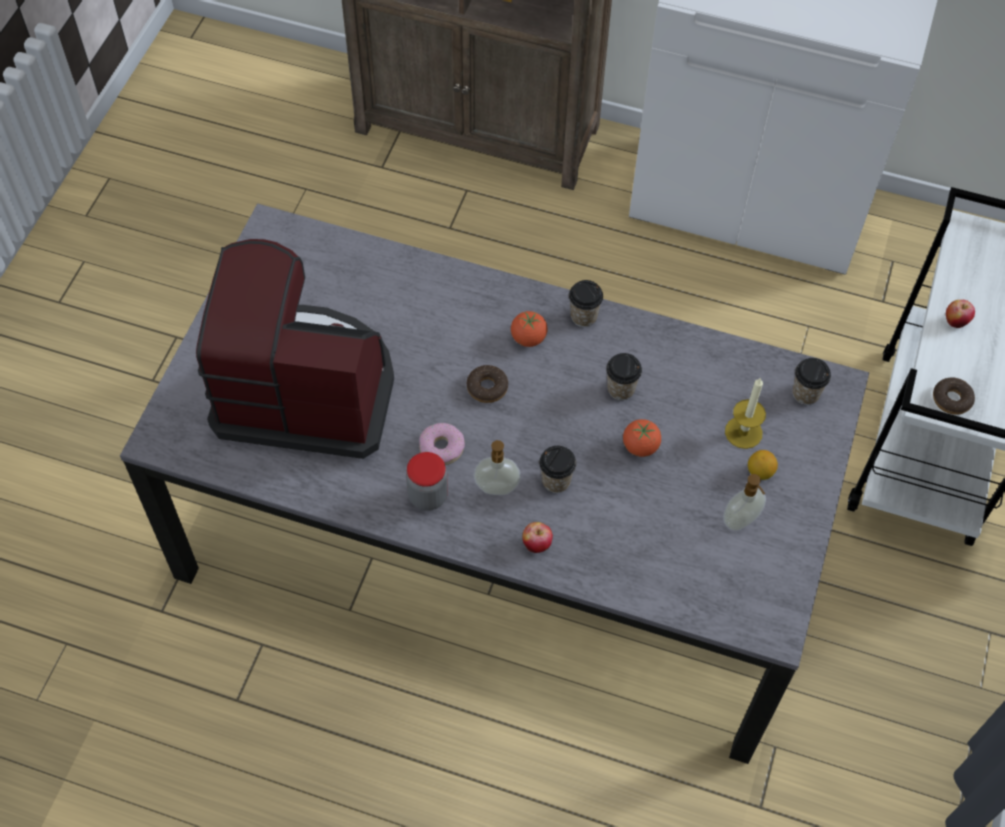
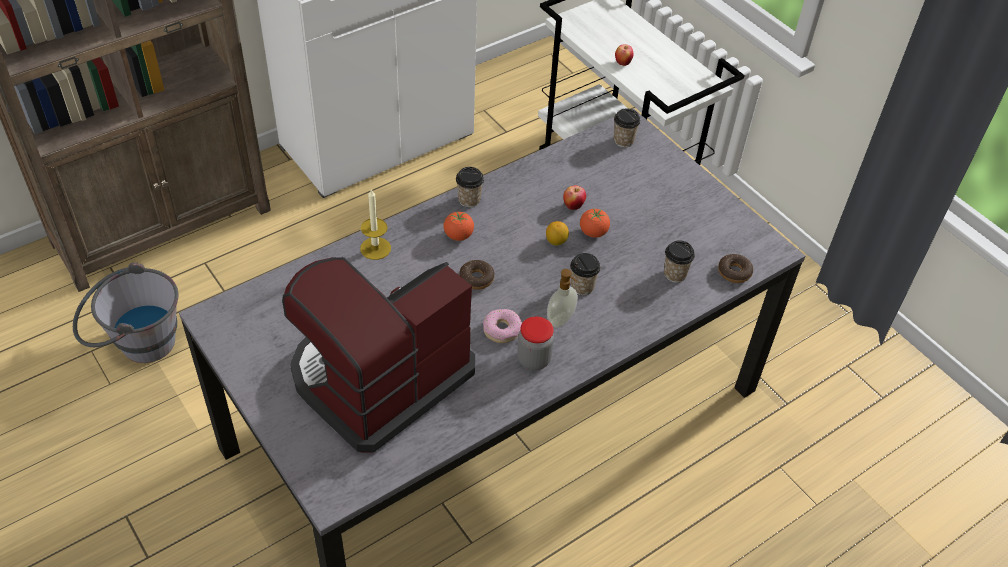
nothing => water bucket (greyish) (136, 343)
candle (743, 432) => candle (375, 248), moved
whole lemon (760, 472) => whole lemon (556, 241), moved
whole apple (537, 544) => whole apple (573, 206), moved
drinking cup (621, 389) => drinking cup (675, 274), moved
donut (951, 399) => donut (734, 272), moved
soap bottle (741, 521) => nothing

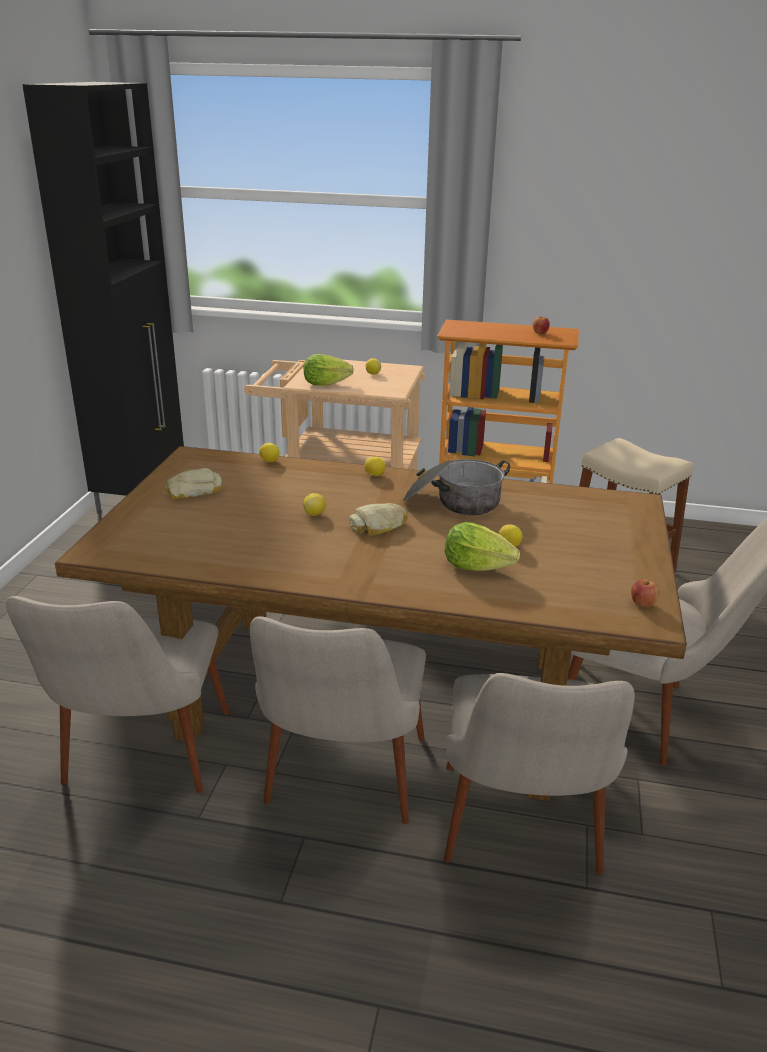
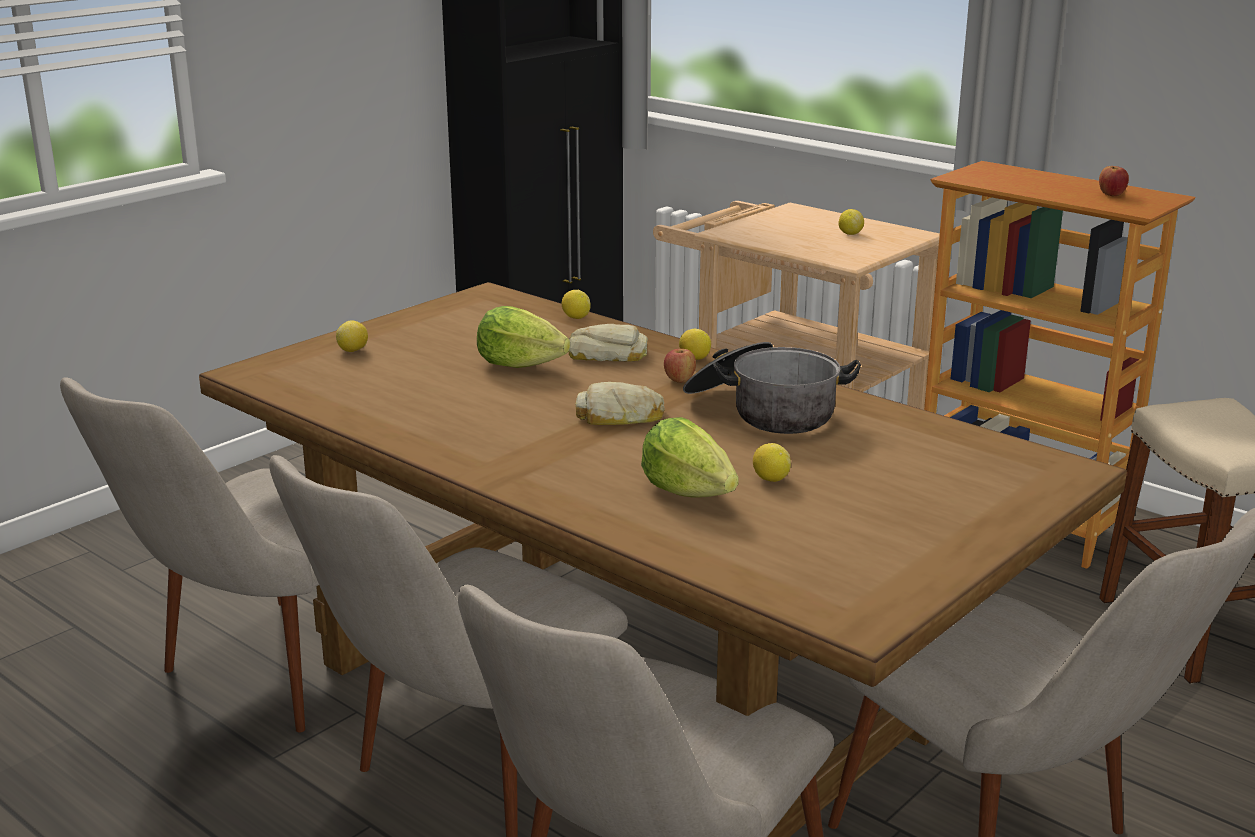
whole lemon (315, 514) => whole lemon (353, 350), moved
head of lettuce (325, 384) => head of lettuce (519, 365), moved
bread (193, 490) => bread (607, 354), moved
whole apple (642, 604) => whole apple (679, 380), moved

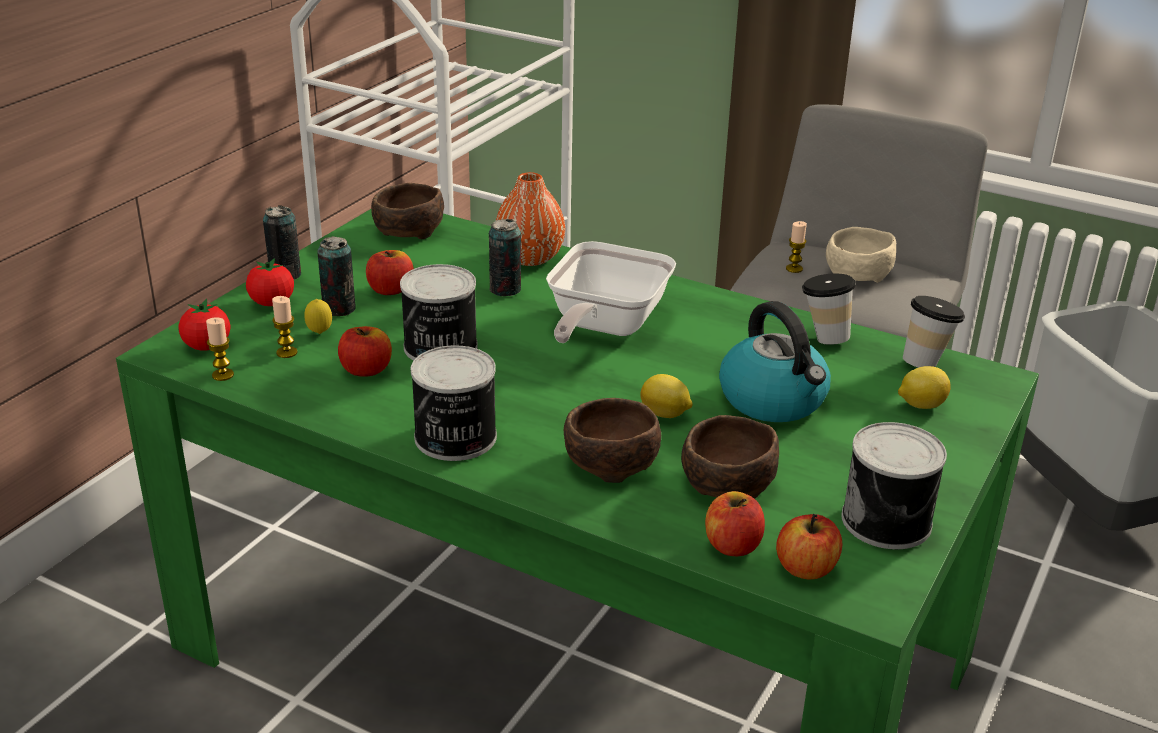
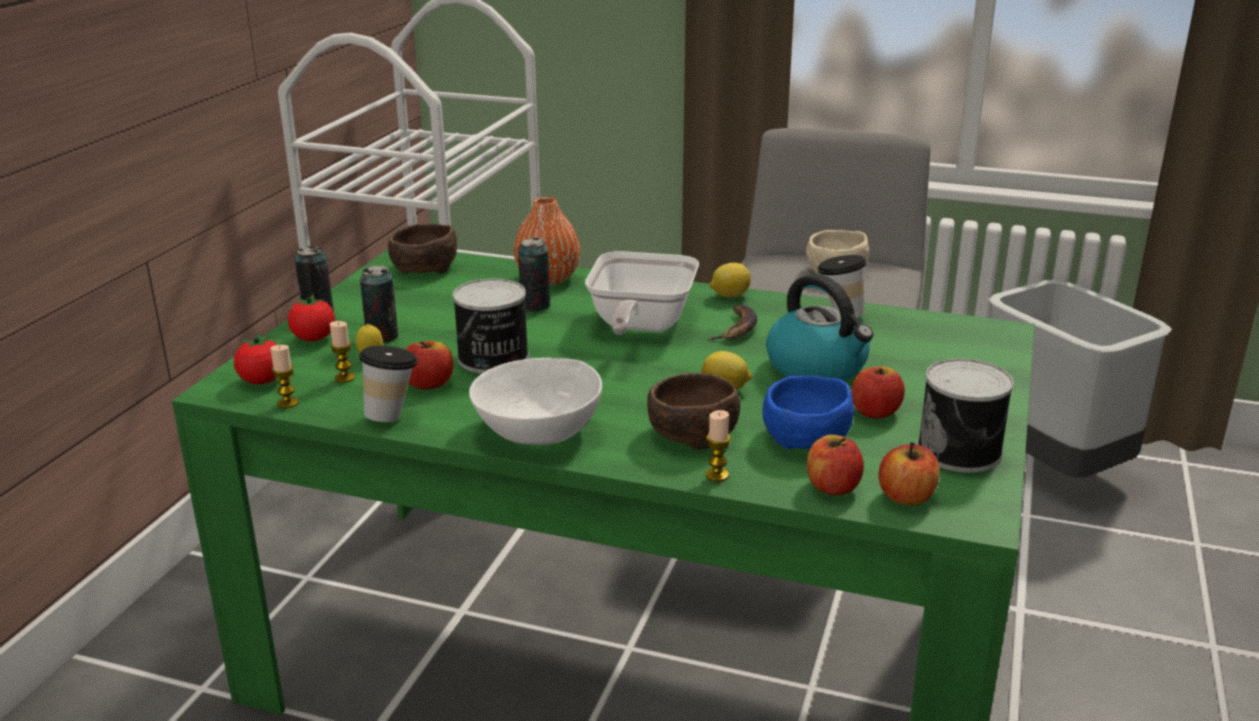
drinking cup (926, 362) => drinking cup (392, 415), moved
sealed can (455, 438) => serving bowl (white) (537, 430)
candle (794, 269) => candle (717, 475), moved
nothing => whole banana (735, 328)
whole lemon (920, 405) => whole lemon (729, 296), moved
serving bowl (brown) (725, 483) => serving bowl (bluish) (804, 438)
whole apple (390, 290) => whole apple (875, 412), moved

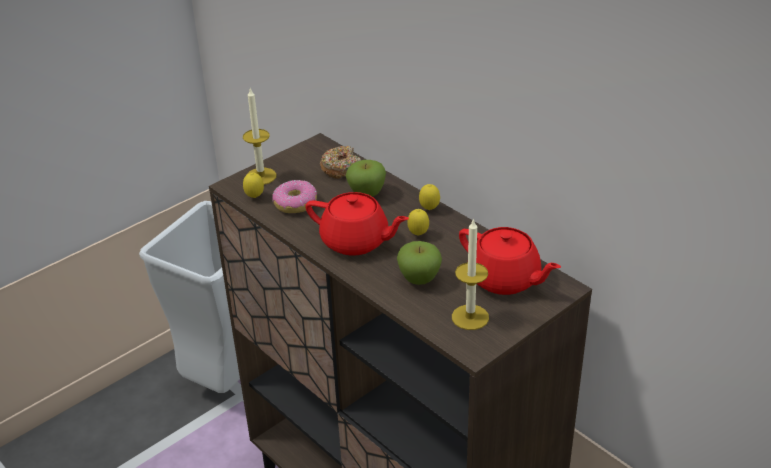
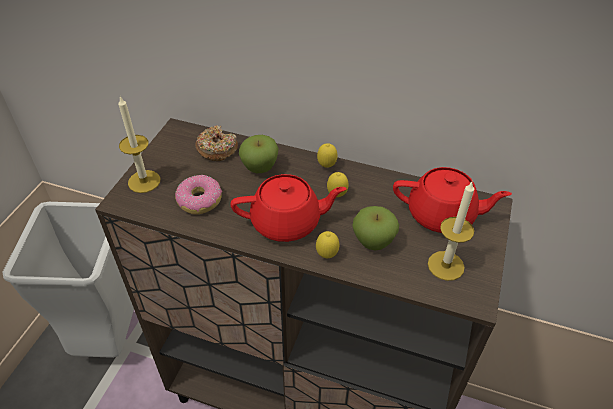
whole lemon (254, 197) => whole lemon (326, 255), moved

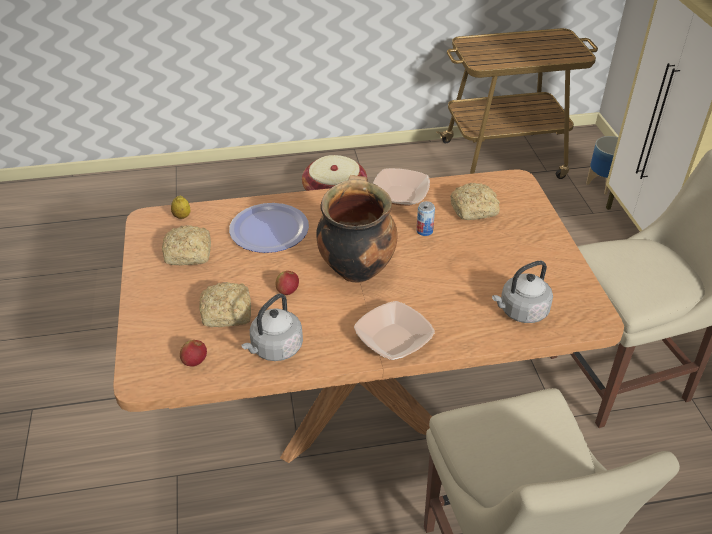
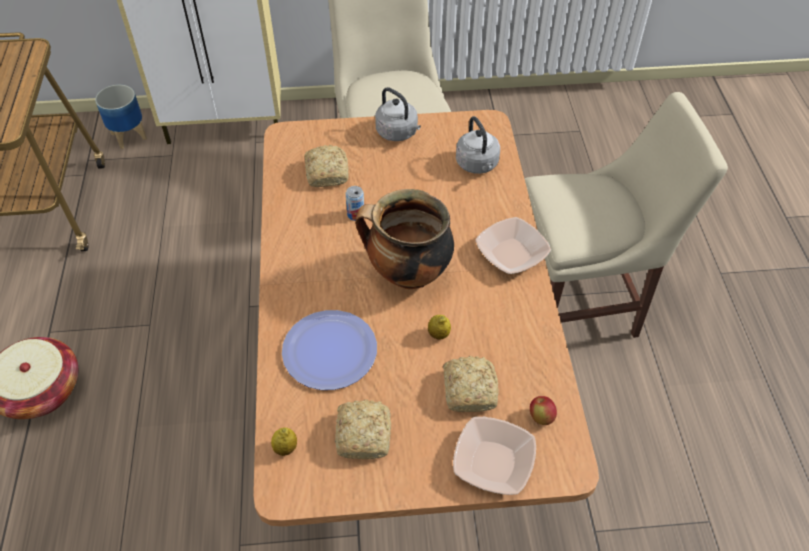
water kettle (greyish) (275, 349) => water kettle (greyish) (398, 133), moved
whole apple (287, 291) => whole lemon (438, 334)
serving bowl (400, 195) => serving bowl (493, 462), moved

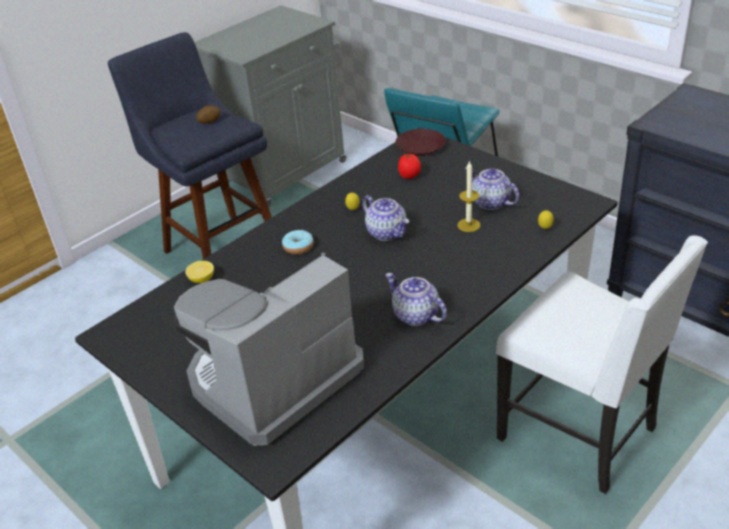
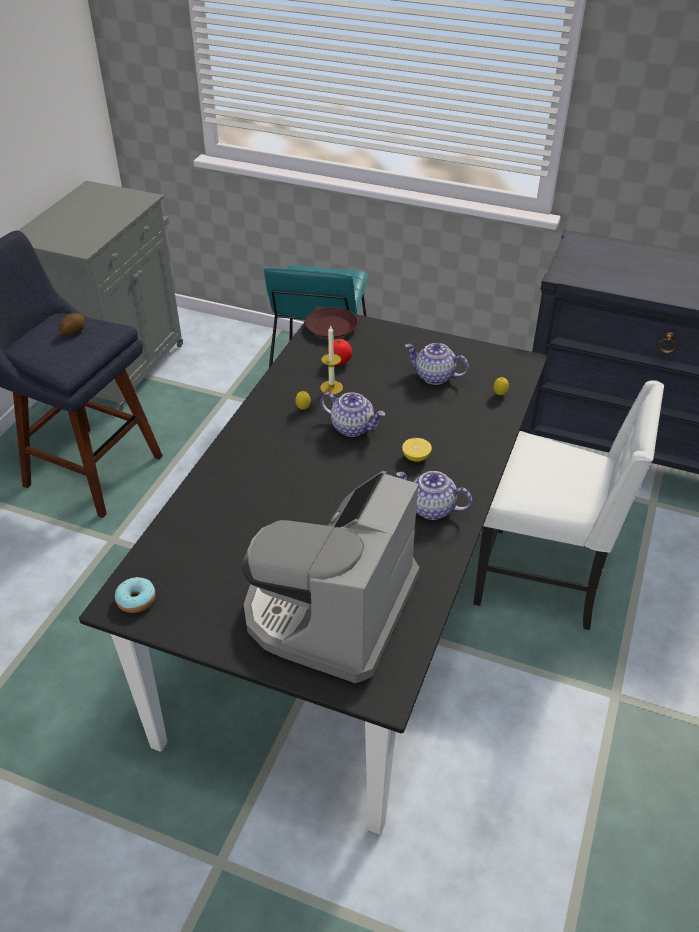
donut (298, 247) => donut (136, 600), moved
candle (468, 225) => candle (331, 387), moved
whole lemon (202, 279) => whole lemon (416, 457), moved

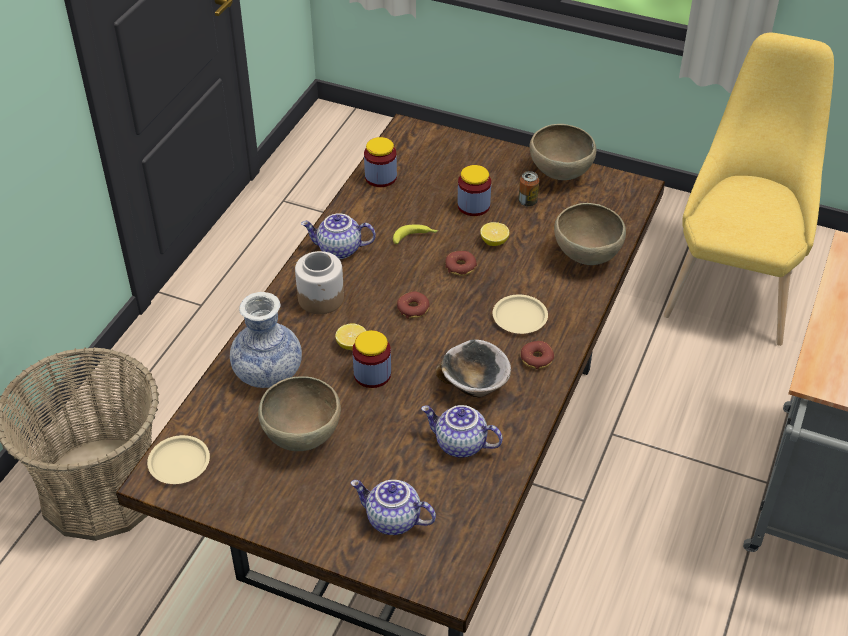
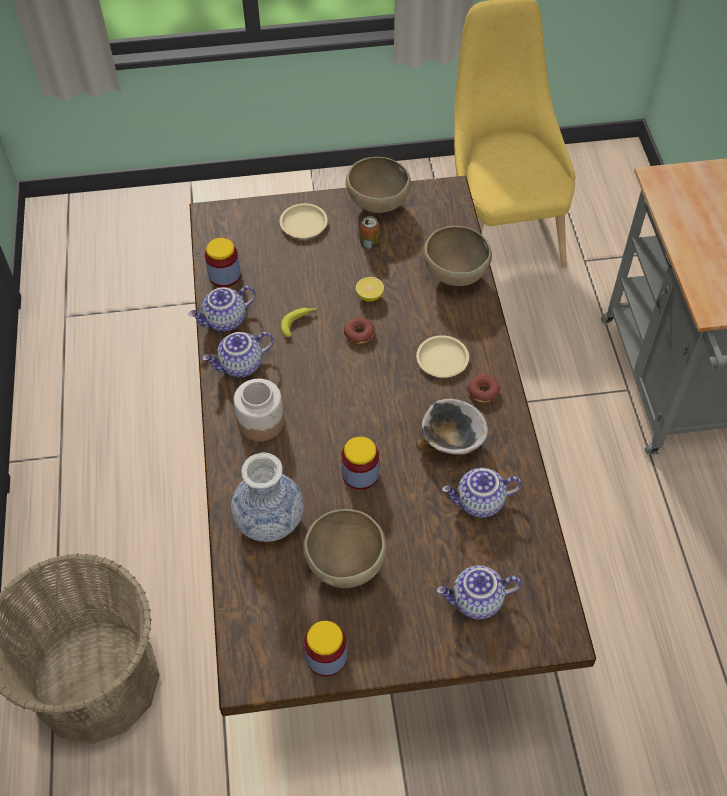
nothing => teapot (225, 321)
flat dish (beige) (179, 463) => flat dish (beige) (304, 224), moved
storage jar (473, 206) => storage jar (326, 657), moved
whole lemon (352, 345) => nothing
donut (413, 309) => nothing

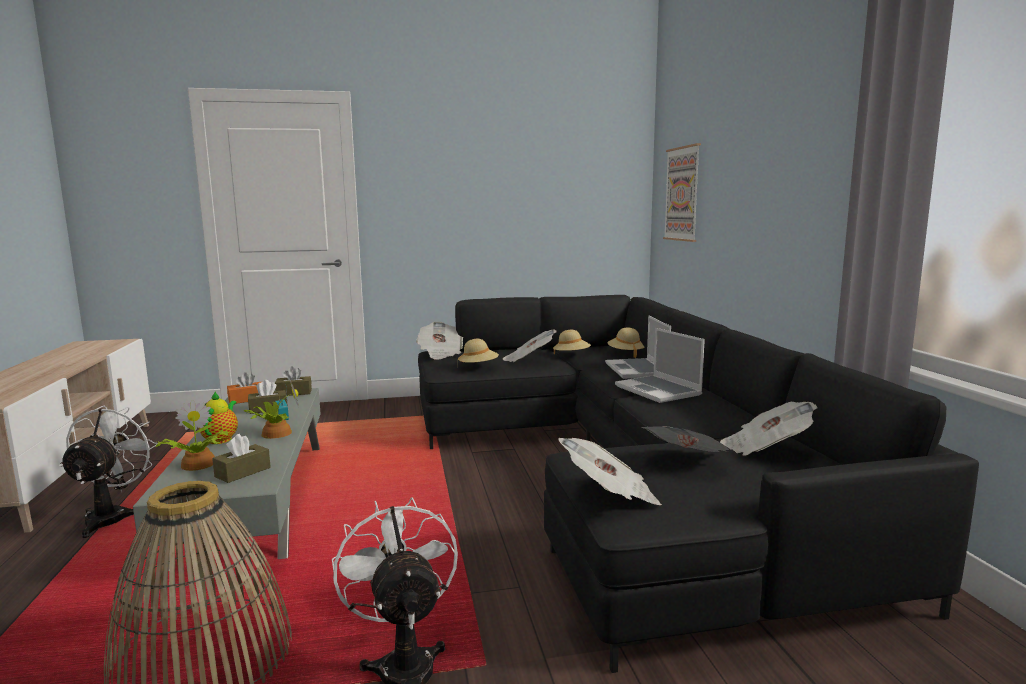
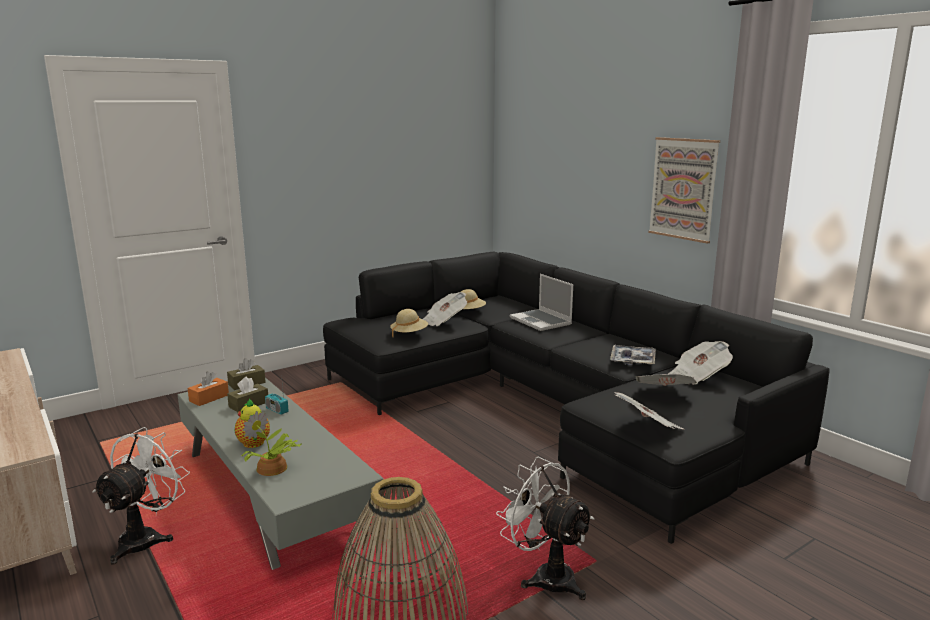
fan (white) (112, 516) => fan (white) (146, 538), 45 degrees clockwise
nothing => carrying tray (632, 360)
wall picture (682, 194) => wall picture (683, 189), moved
tissue box (brown) (243, 472) => nothing
houseplant (274, 433) => nothing
daily paper (440, 353) => nothing
hat (beige) (626, 353) => nothing
notebook computer (659, 391) => nothing

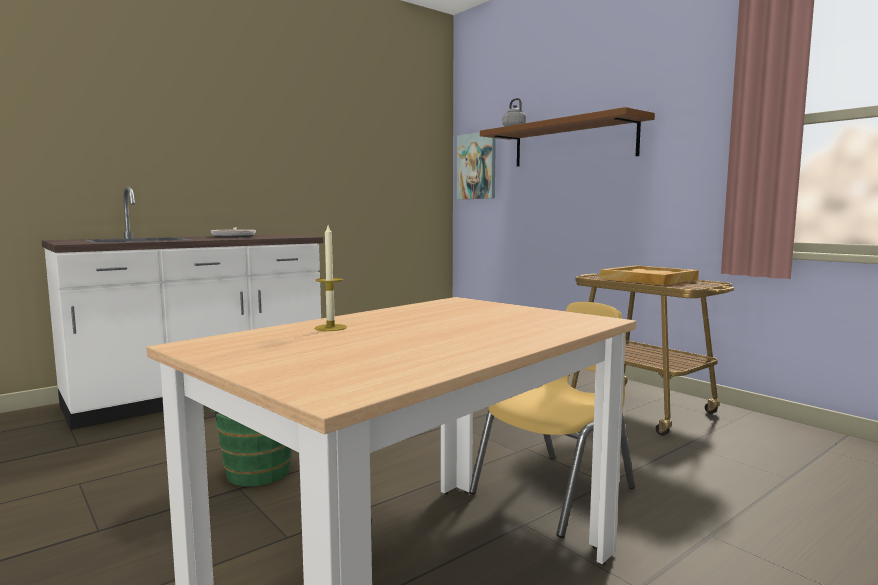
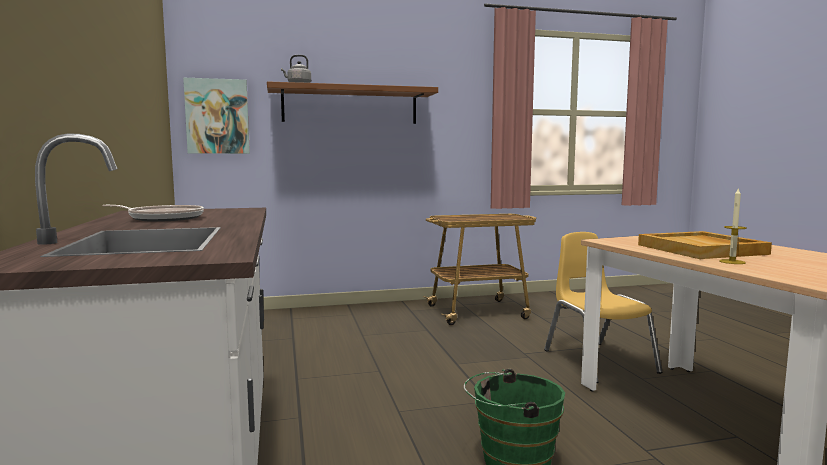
carrying tray (beige) (649, 279) => carrying tray (beige) (702, 249), moved

